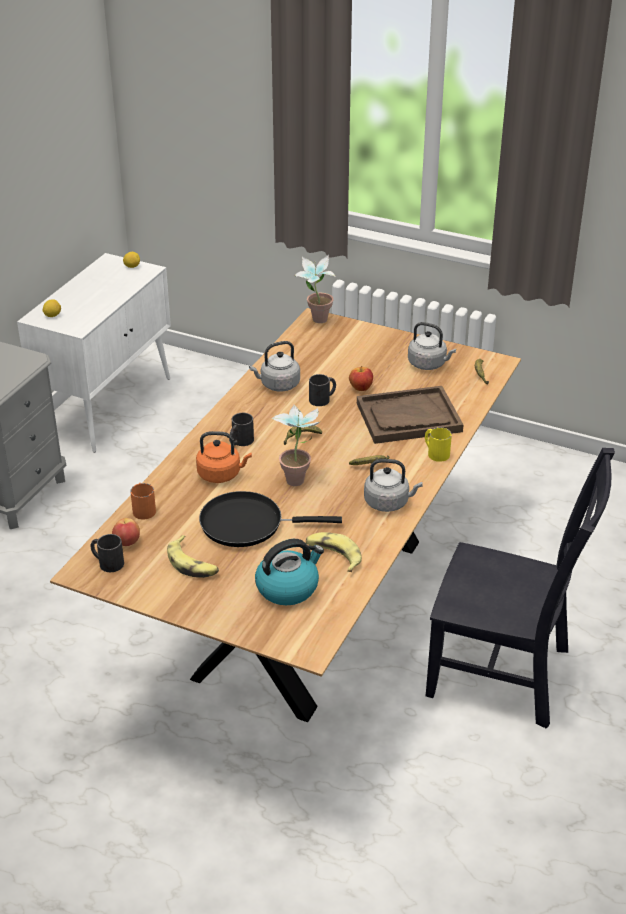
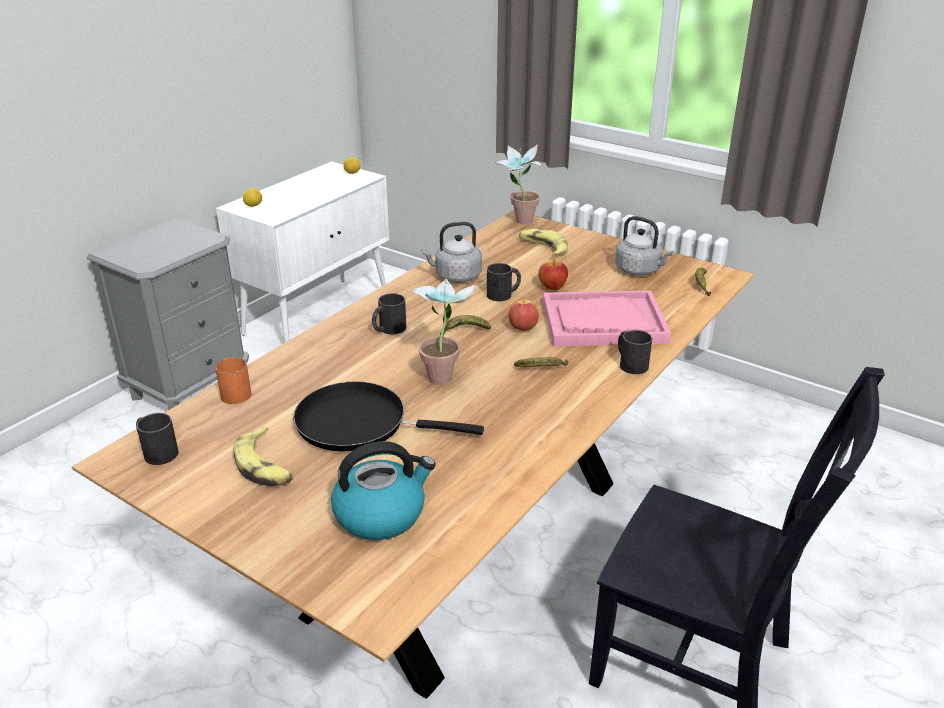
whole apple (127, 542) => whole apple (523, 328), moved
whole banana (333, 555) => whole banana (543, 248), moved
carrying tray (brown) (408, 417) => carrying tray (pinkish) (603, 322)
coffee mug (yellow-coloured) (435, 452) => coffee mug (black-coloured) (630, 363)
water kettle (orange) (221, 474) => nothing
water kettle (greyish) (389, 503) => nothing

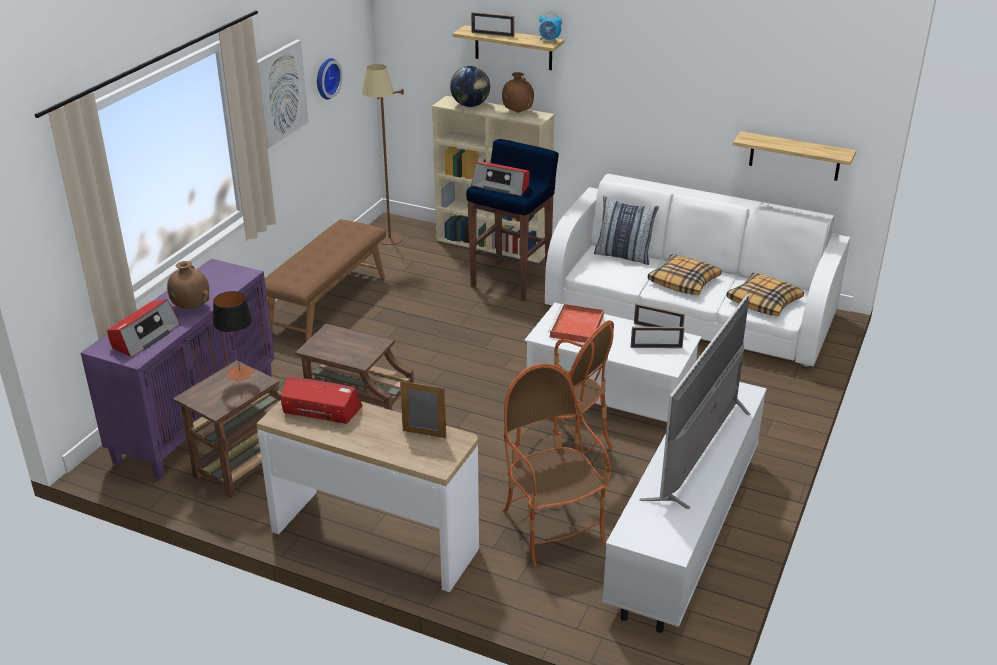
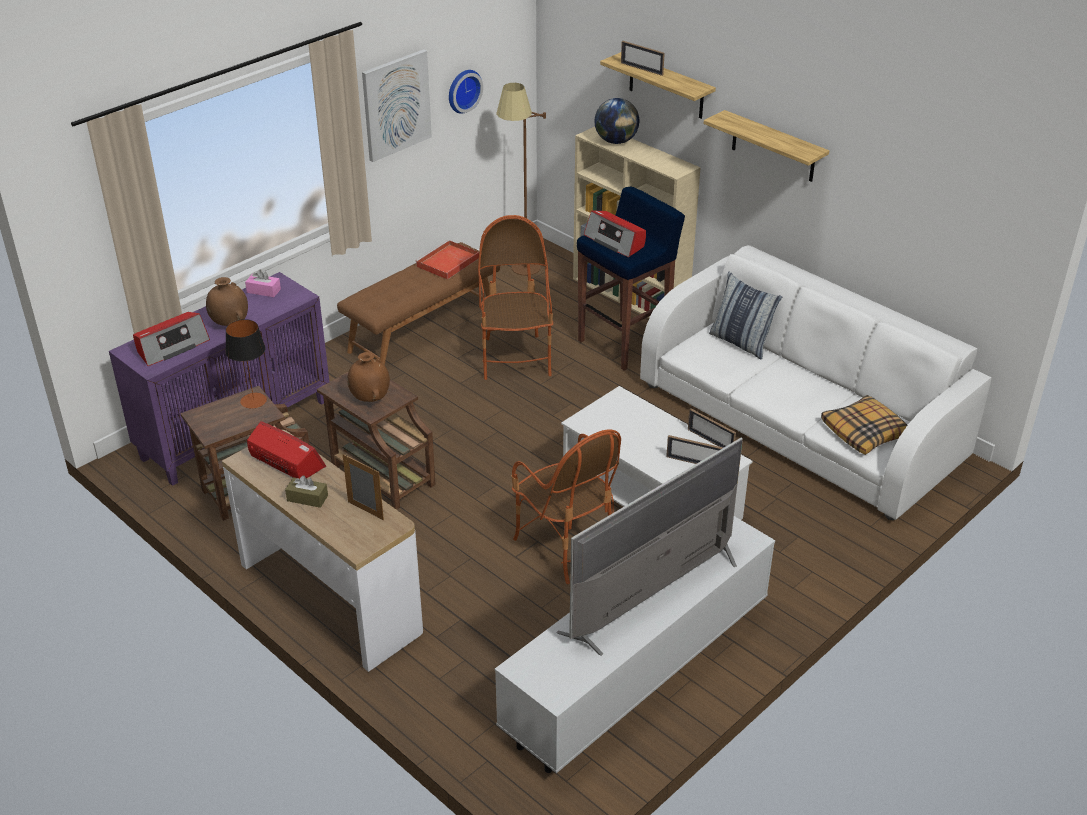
nothing => tissue box (pinkish) (263, 291)
nothing => tissue box (brown) (307, 498)
decorative vase (brown) (517, 112) => decorative vase (brown) (370, 398), moved
carrying tray (reddish) (576, 327) => carrying tray (reddish) (447, 263), moved
lounge chair (551, 529) => lounge chair (515, 358), moved
shelf (795, 156) => shelf (773, 147), moved
bedside clock (549, 40) => nothing
pillow (684, 282) => nothing

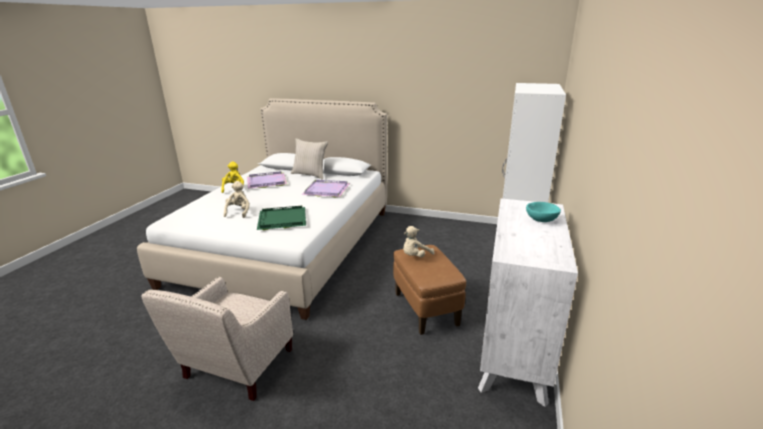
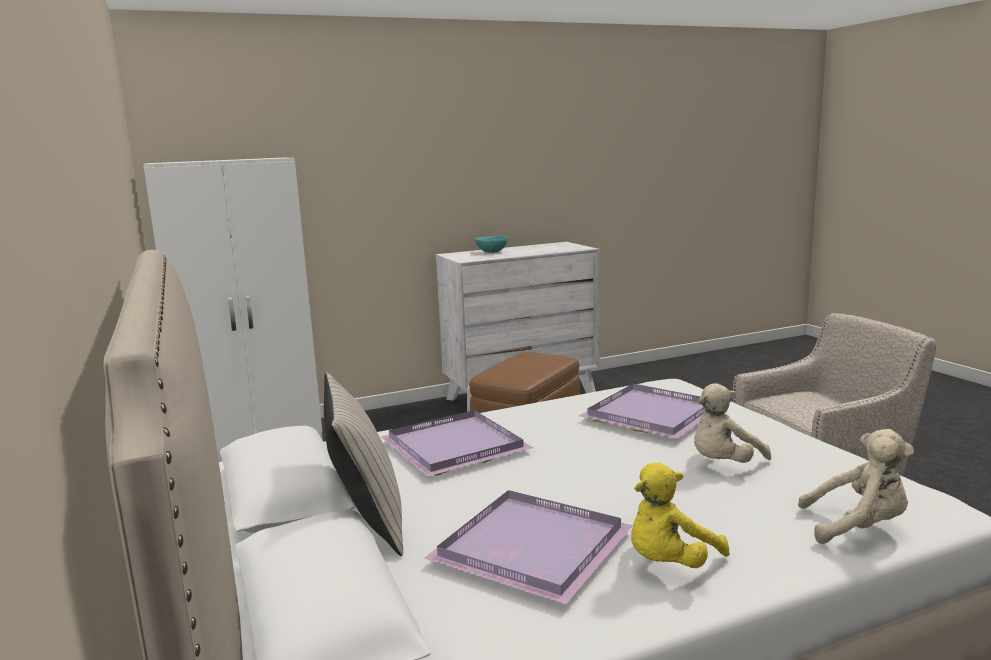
carrying tray (green) (281, 220) => carrying tray (purplish) (654, 415)
cuddly toy (beige) (415, 256) => cuddly toy (beige) (857, 527), moved

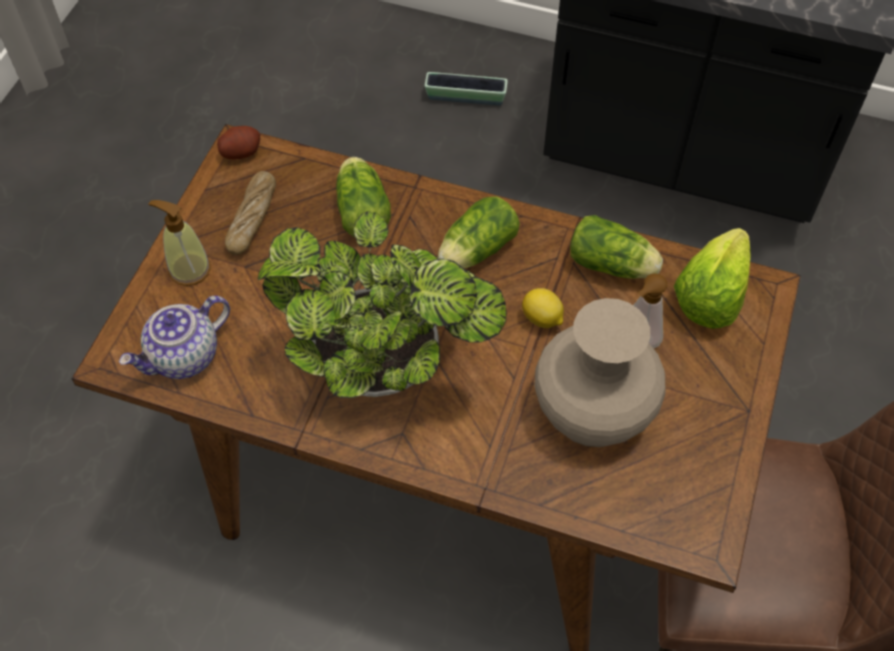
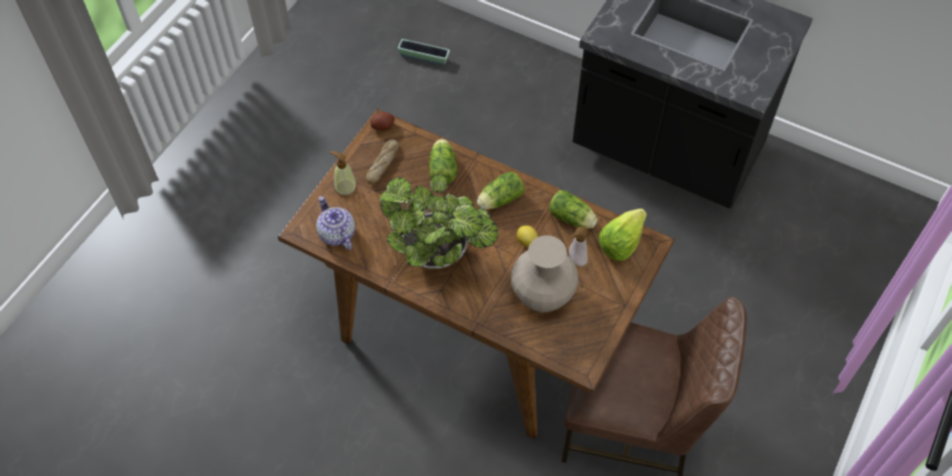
teapot (184, 357) => teapot (336, 234), 90 degrees clockwise
flower pot (465, 97) => flower pot (424, 57), moved

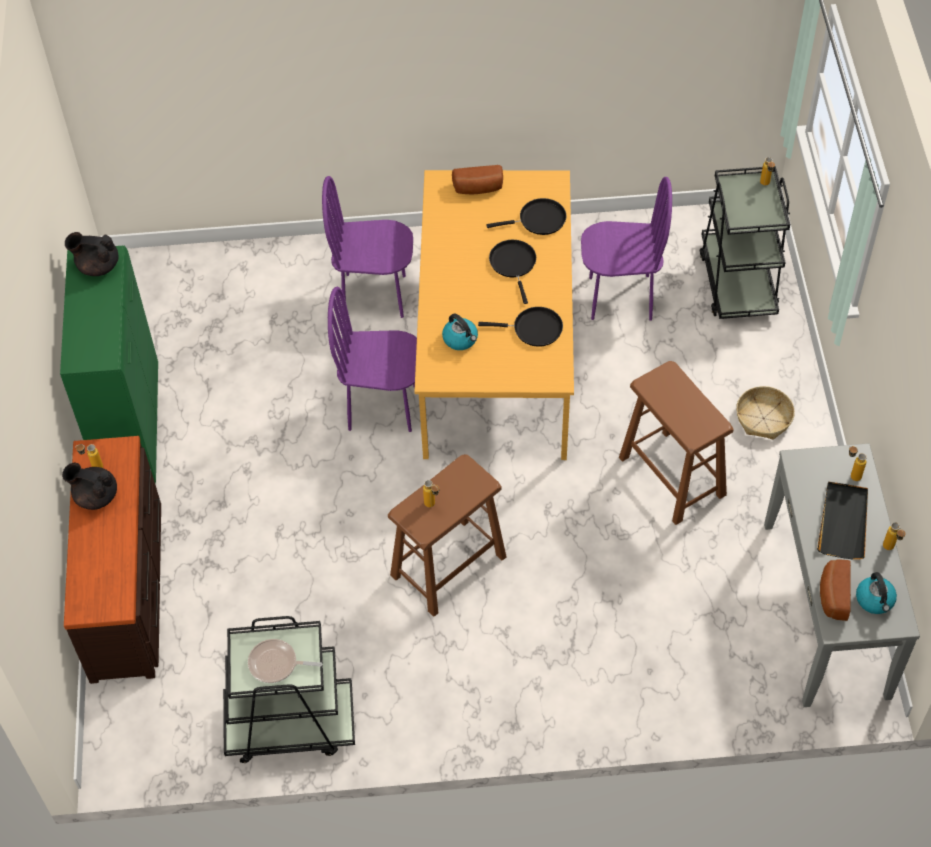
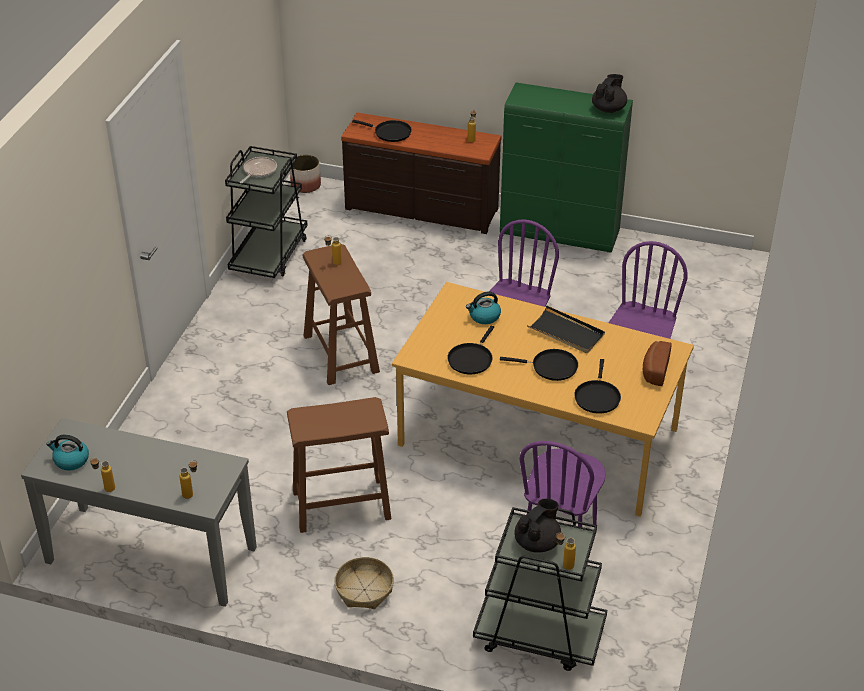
nothing => flower pot (306, 185)
nothing => skillet (black-coloured) (390, 133)
teapot (black-coloured) (95, 496) => teapot (black-coloured) (537, 542), moved
carrying tray (black-coloured) (843, 522) => carrying tray (black-coloured) (566, 332), moved
bread (832, 595) => nothing

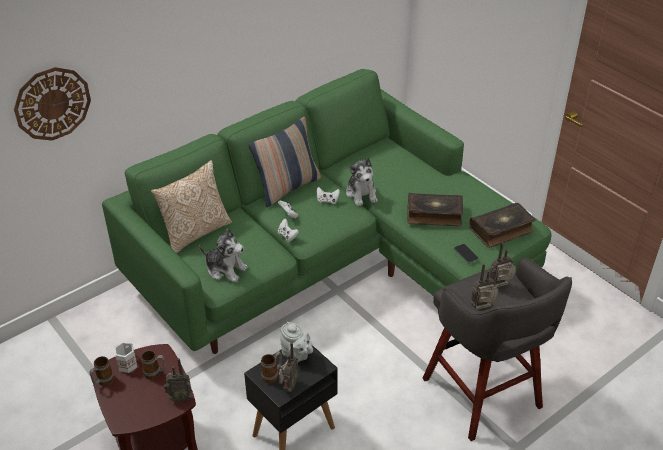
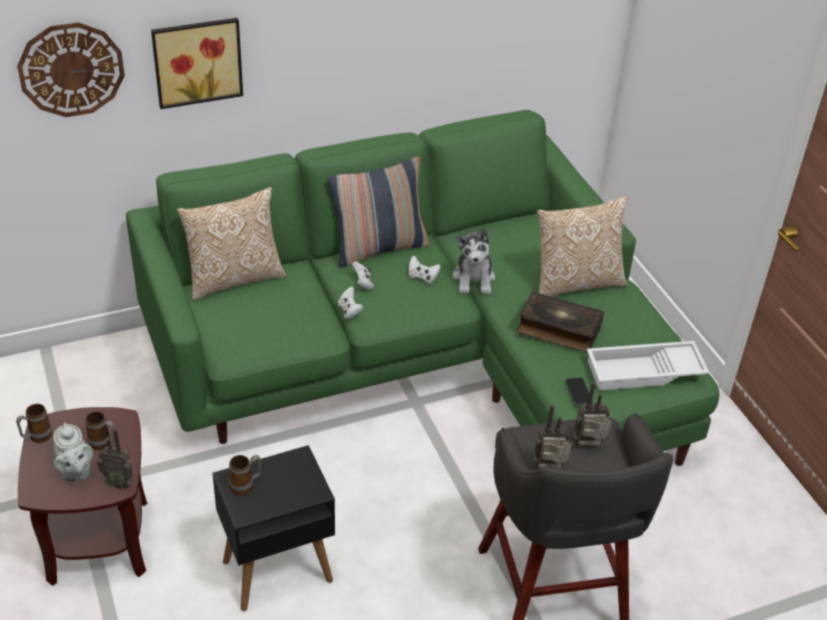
teapot (greyish) (296, 355) => teapot (greyish) (75, 472), moved
nothing => wall picture (197, 60)
nothing => pillow (575, 283)
book (501, 230) => carrying tray (white) (644, 373)
coffee mug (white) (127, 364) => nothing
cuddly toy (225, 269) => nothing
radio receiver (288, 387) => nothing

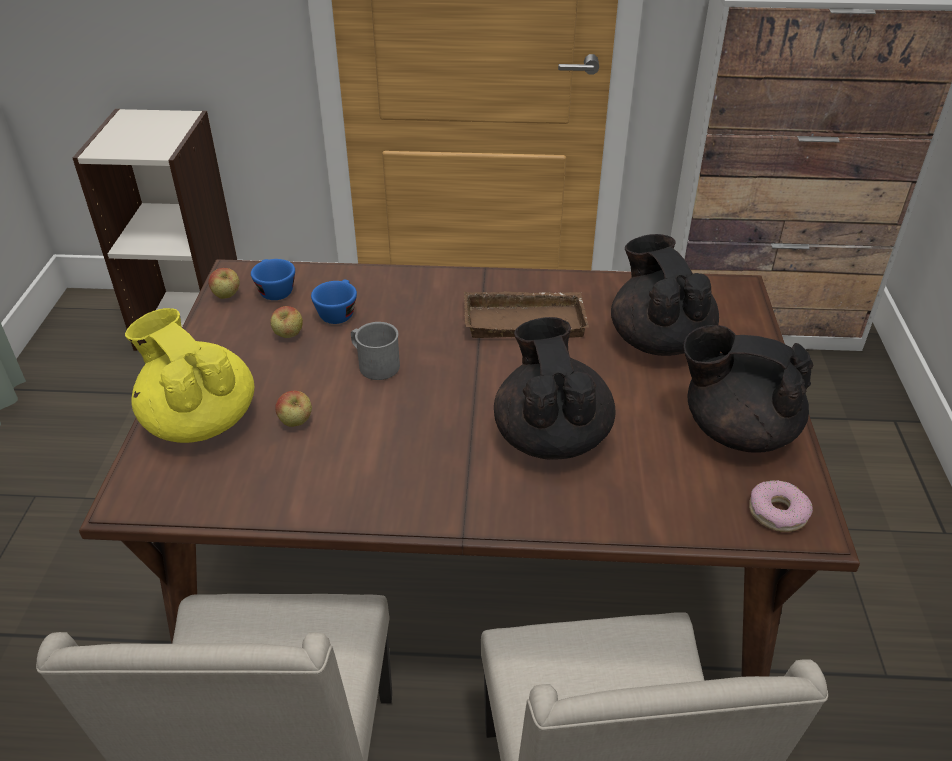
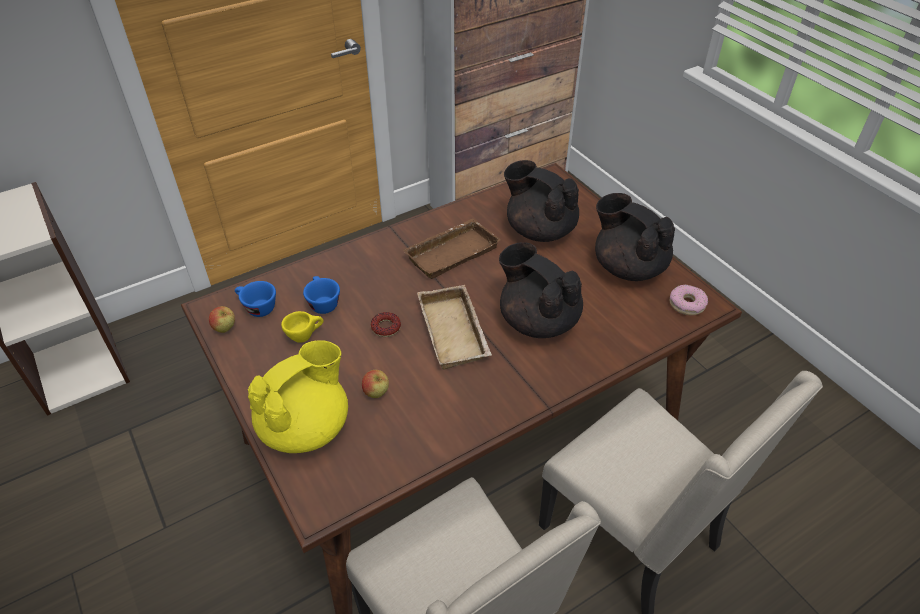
teapot (yellow-coloured) (200, 420) => teapot (yellow-coloured) (306, 427), 120 degrees clockwise
whole apple (289, 336) => drinking cup (yellow-coloured) (305, 336)
coffee mug (greyish) (374, 364) => donut (386, 327)
nothing => carrying tray (beige) (456, 332)
teapot (black-coloured) (736, 430) => teapot (black-coloured) (628, 267), 60 degrees clockwise

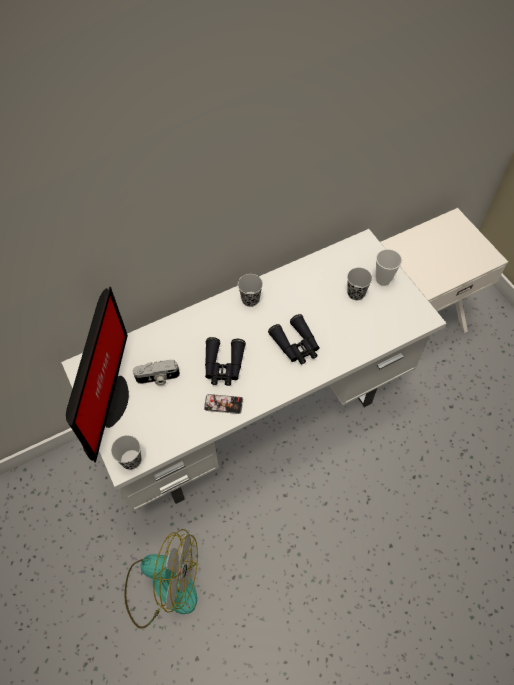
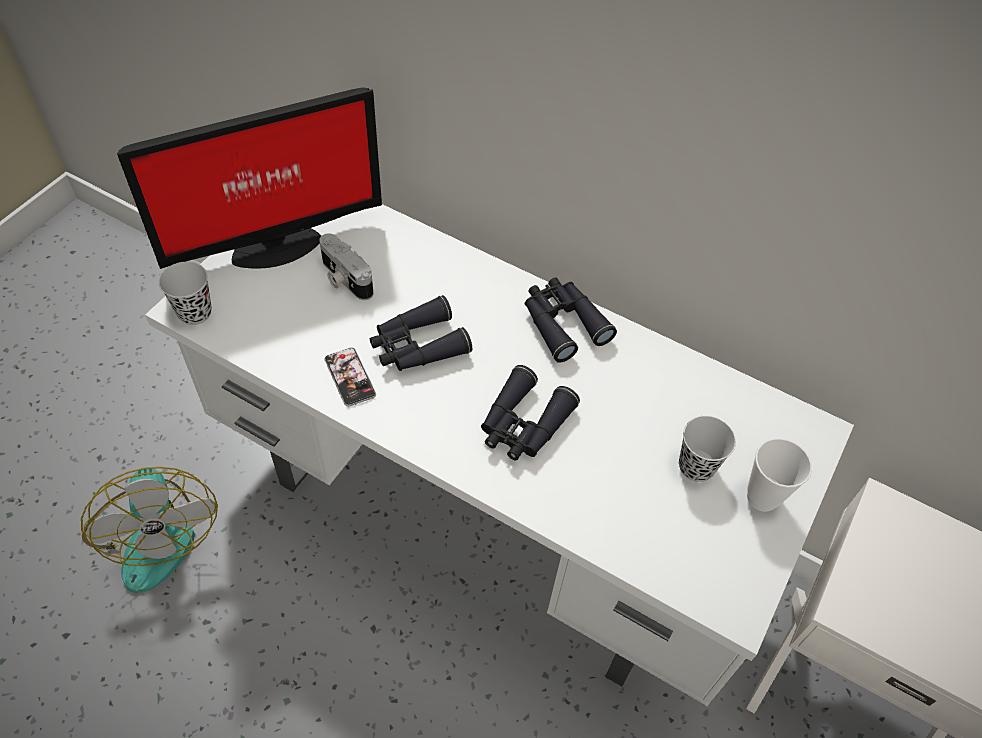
drinking cup (black-coloured) (250, 299) => field glasses (black-coloured) (562, 323)

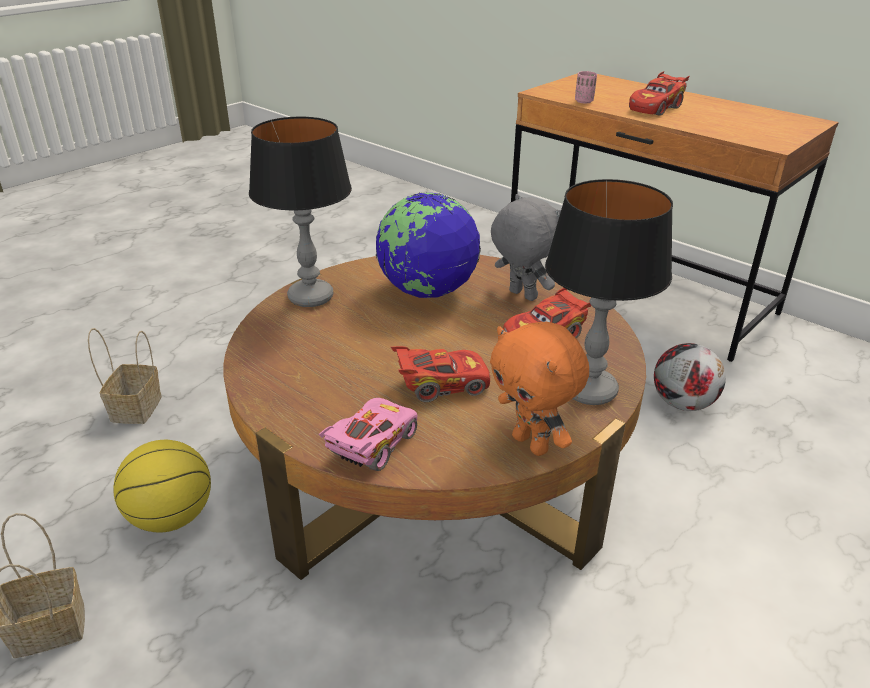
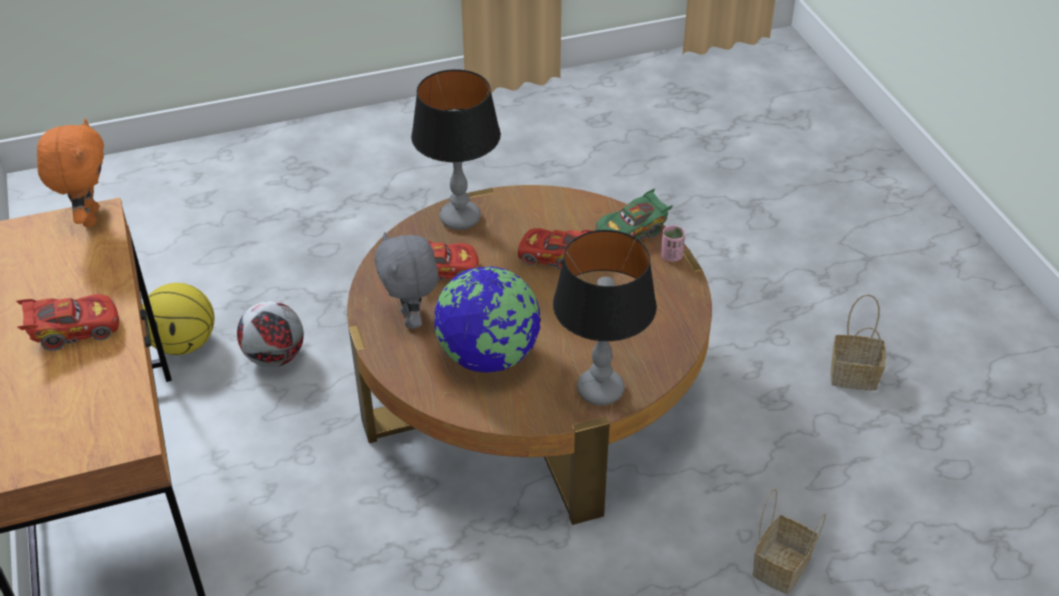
cuddly toy (orange) (532, 444) => cuddly toy (orange) (89, 217), moved
basketball (170, 517) => basketball (184, 344), moved
miniature car (pinkish) (372, 446) => miniature car (green) (631, 232)
drinking cup (pinkish) (584, 101) => drinking cup (pinkish) (671, 256), moved

